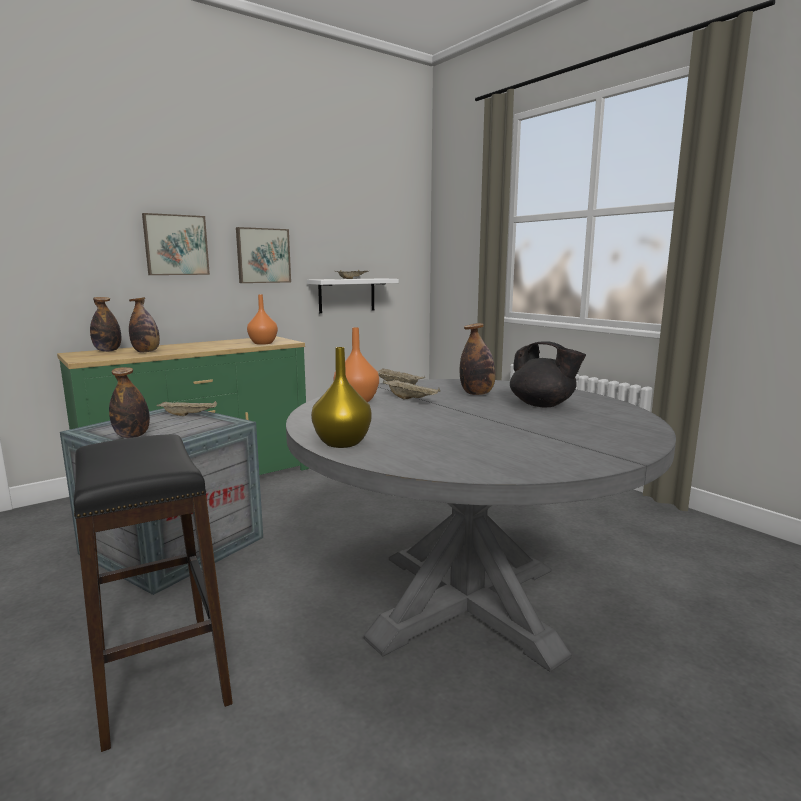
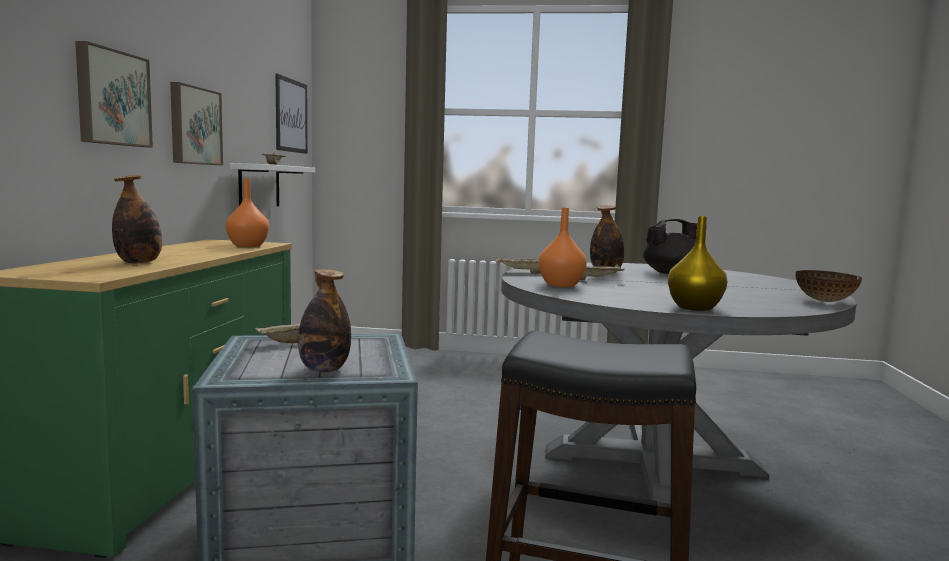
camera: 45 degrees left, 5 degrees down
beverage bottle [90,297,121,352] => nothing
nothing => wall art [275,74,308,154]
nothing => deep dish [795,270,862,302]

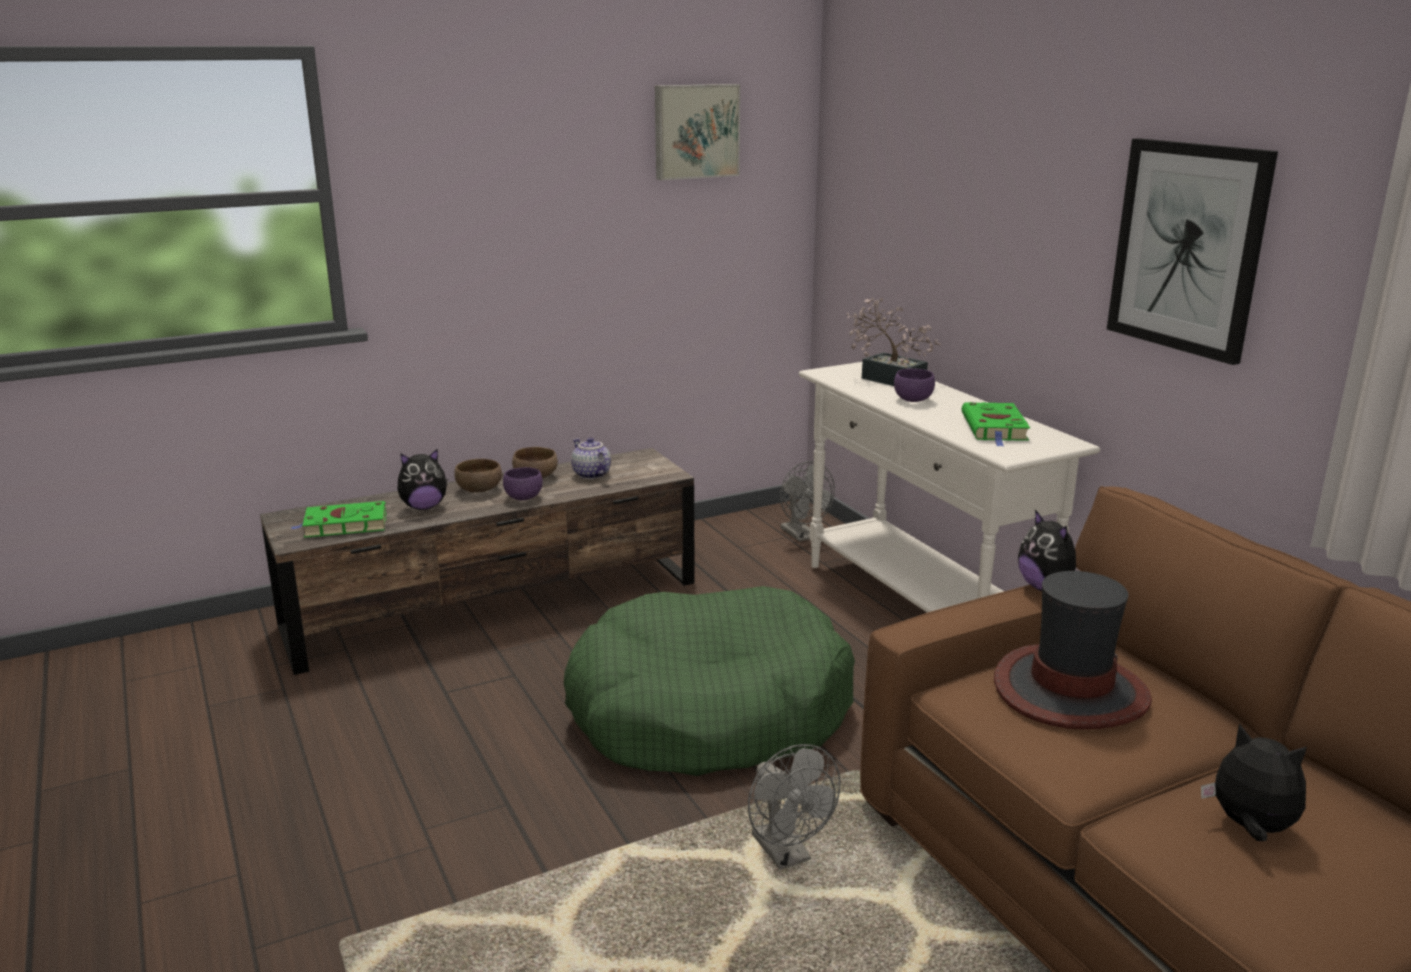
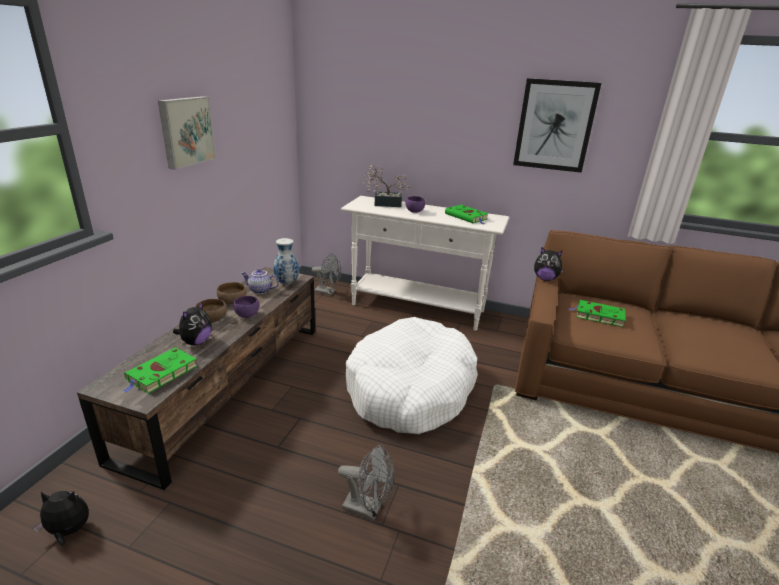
camera: 45 degrees left, 5 degrees up
nothing => flower vase [273,238,299,285]
wall art [655,84,740,180] => wall art [158,96,216,170], shifted
grey electric fan [748,744,841,870] => grey electric fan [338,445,394,520], shifted
soft toy [1201,723,1307,841] => soft toy [33,491,89,546], shifted
hat [994,571,1152,729] => greenish volume [568,300,626,327]
greenish dog cushion [564,586,855,776] => white dog cushion [346,317,478,434]

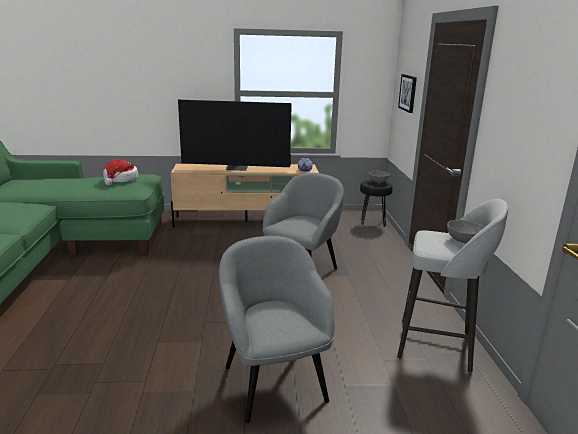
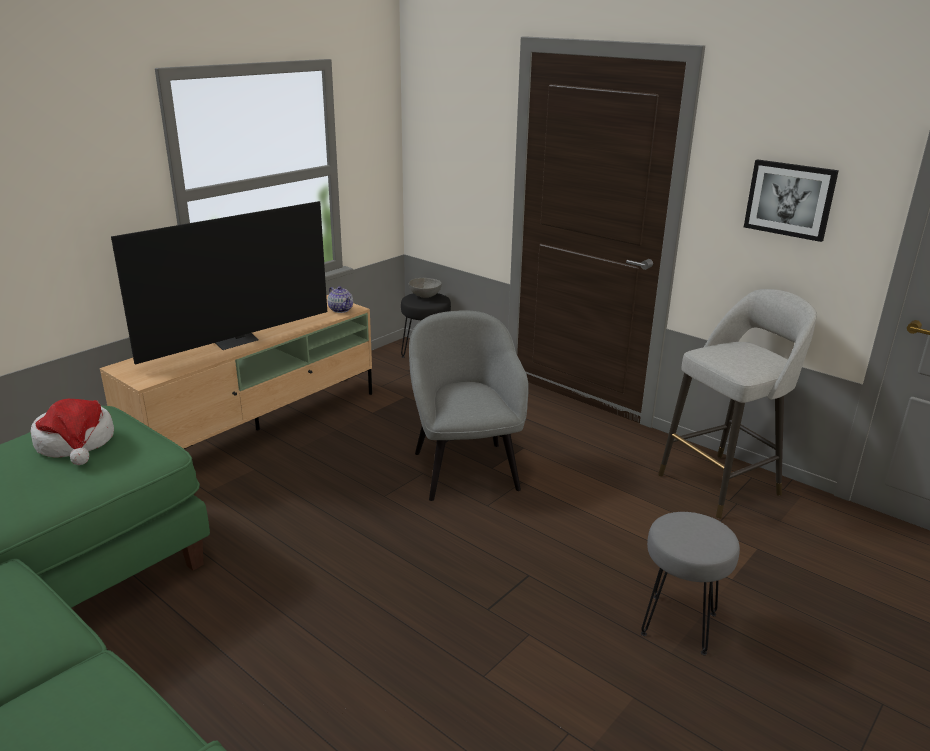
camera: 45 degrees left, 5 degrees up
grey deep dish [447,220,485,243] => nothing
wall art [398,74,417,113] => wall art [744,159,839,242], shifted
grey lounge chair [219,236,335,423] => grey sitting stool [641,512,740,655]

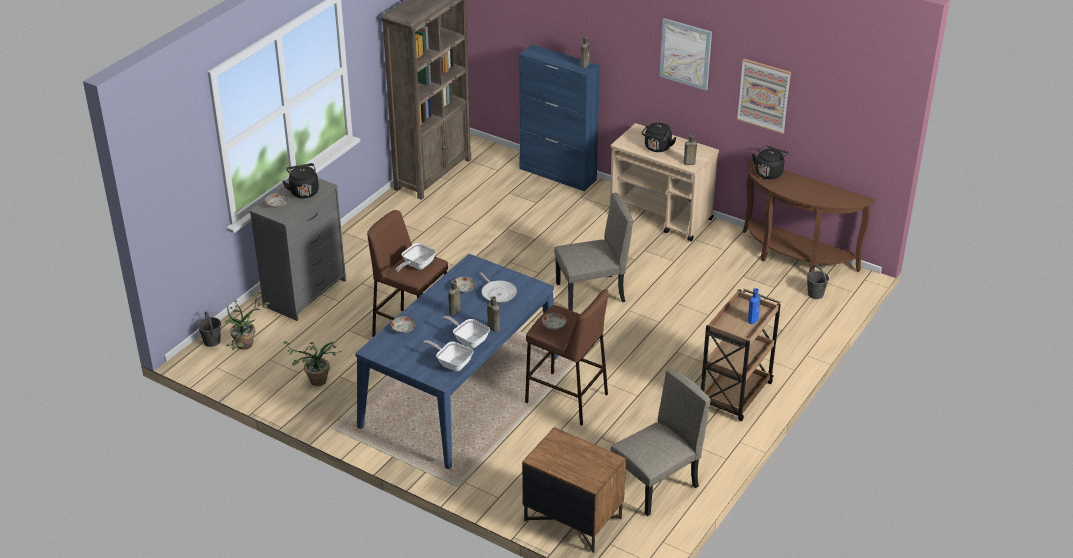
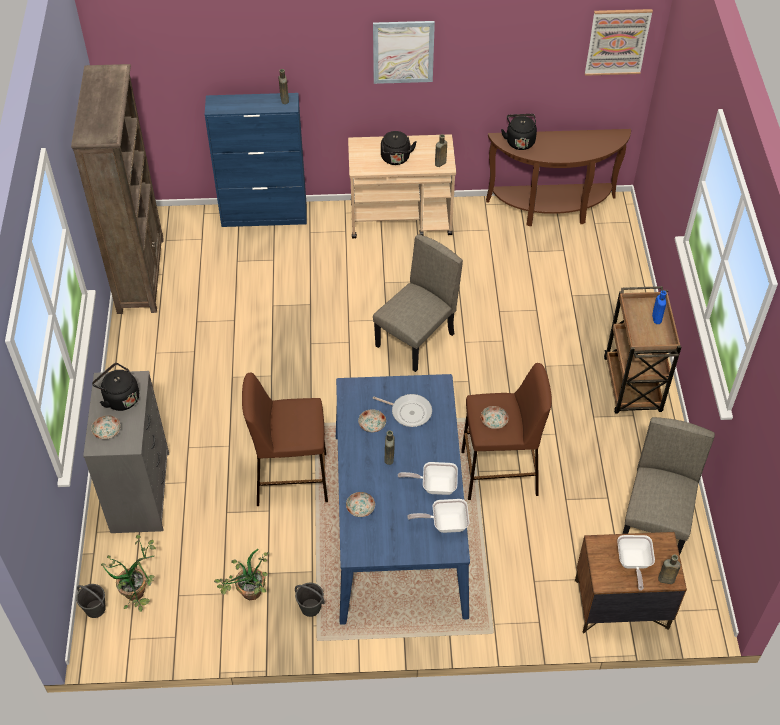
camera: 35 degrees left, 15 degrees up
pan [396,243,436,272] => pan [617,535,655,591], shifted
brownish beverage bottle [487,296,500,332] => brownish beverage bottle [658,554,681,584], shifted
wall art [737,59,791,134] => wall art [585,9,653,76], shifted
grey water bucket [807,265,829,299] => grey water bucket [295,582,325,617], shifted

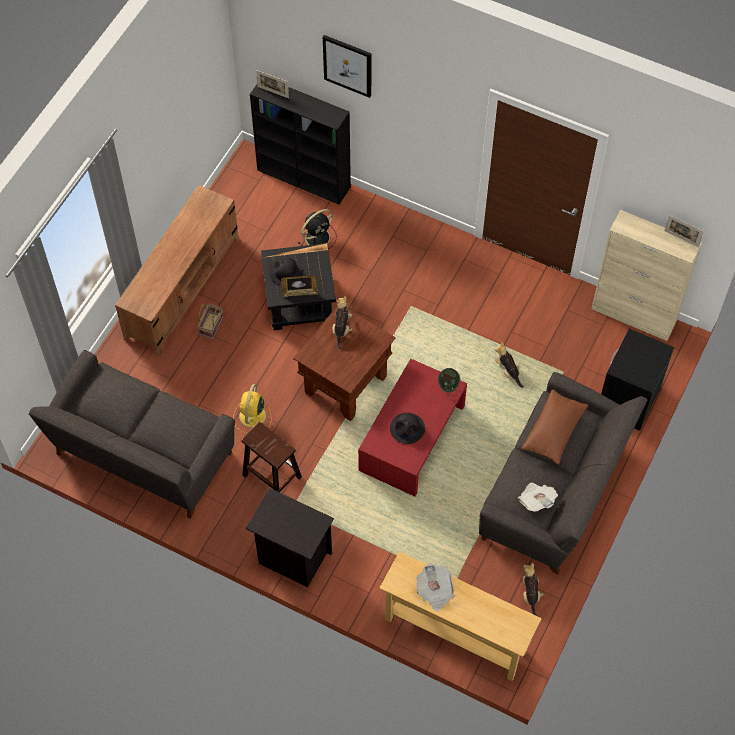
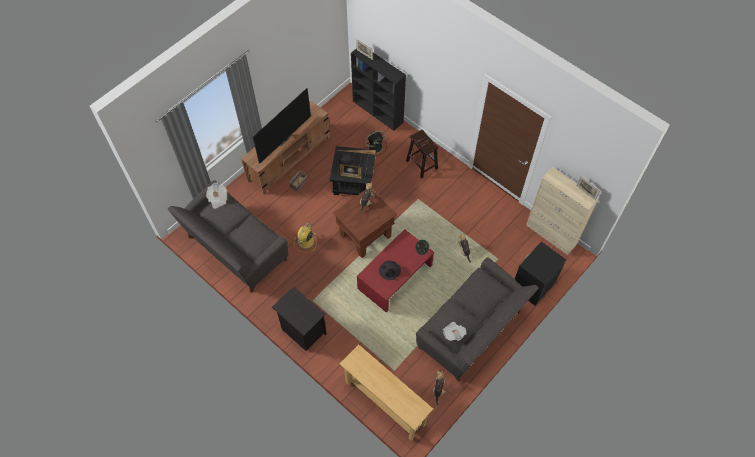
camera: 15 degrees right, 0 degrees up
wall art [323,35,371,98] => nothing
brownish pillow [522,389,588,465] => nothing
nothing => TV set [253,88,311,164]
brownish sitting stool [241,422,302,492] => brownish sitting stool [406,130,438,179], shifted
newspaper [416,564,454,611] => newspaper [206,183,227,209], shifted

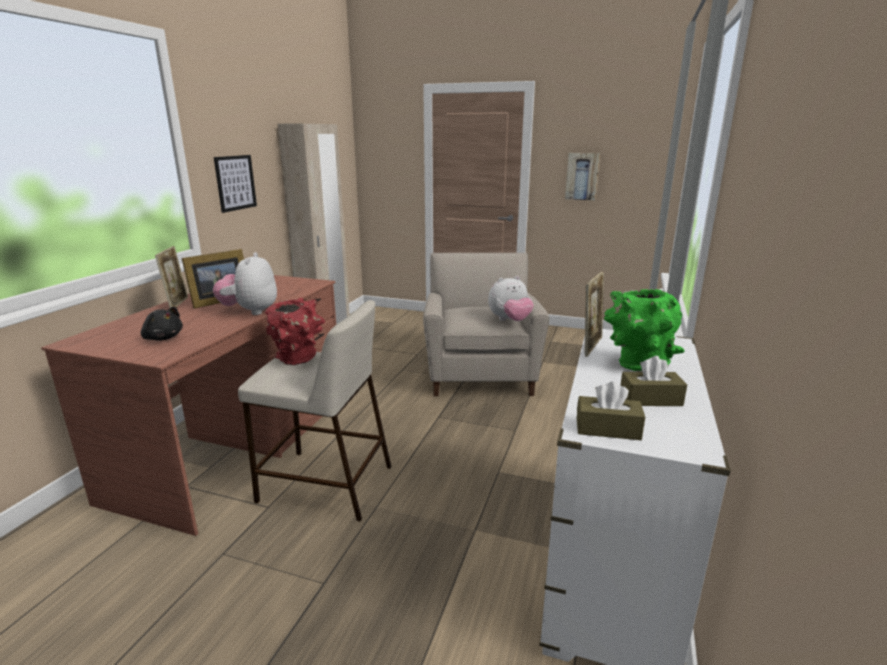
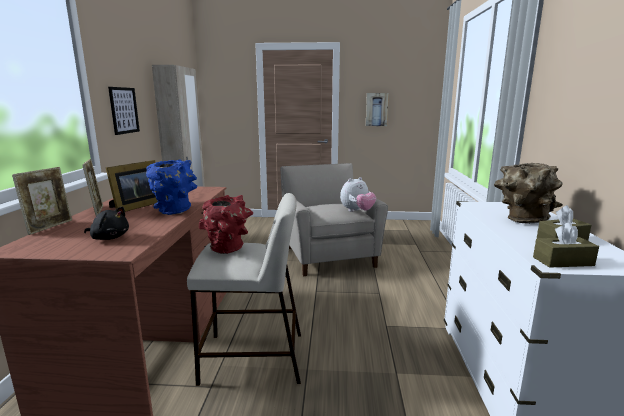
camera: 15 degrees left, 5 degrees down
standing frame [585,272,604,357] => standing frame [12,167,72,235], shifted
soft toy [213,252,277,315] => blue flower vase [146,159,197,215]
greenish flower vase [604,289,685,372] => brownish flower vase [494,163,563,224]

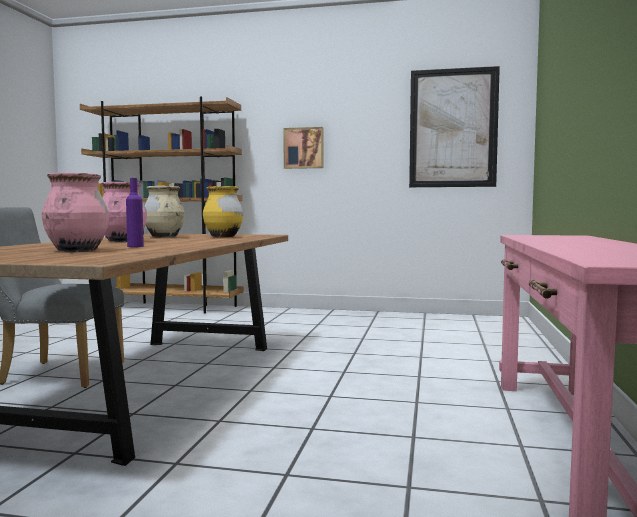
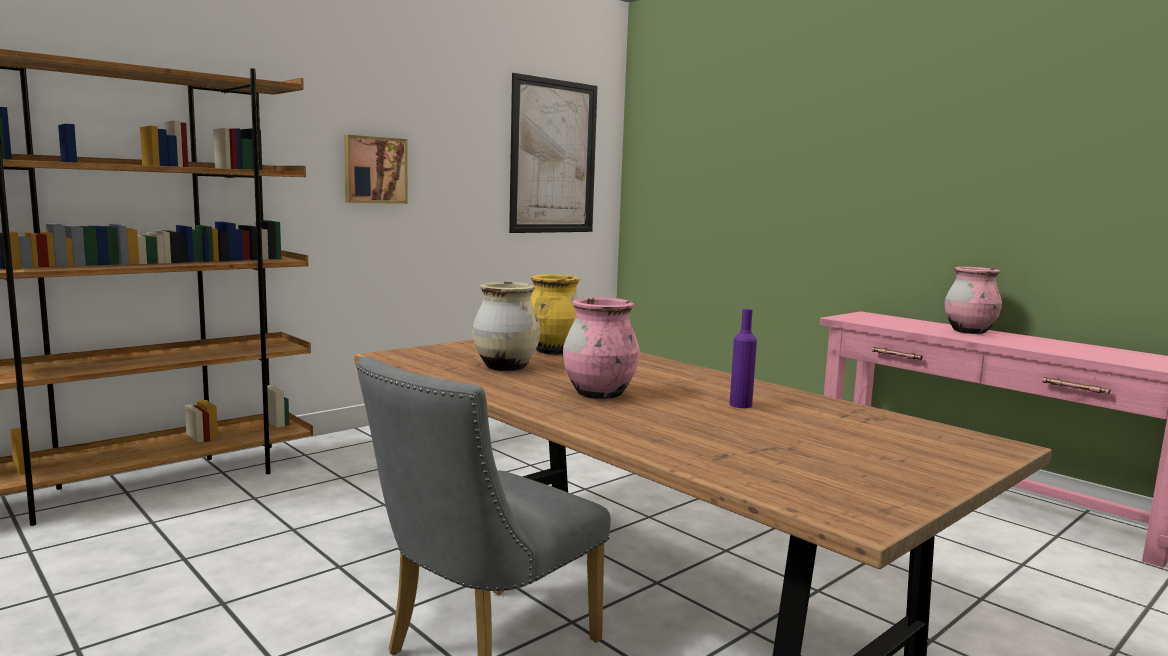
camera: 55 degrees left, 5 degrees up
pink-coloured flower vase [42,173,109,252] => pink-coloured flower vase [945,267,1002,334], shifted

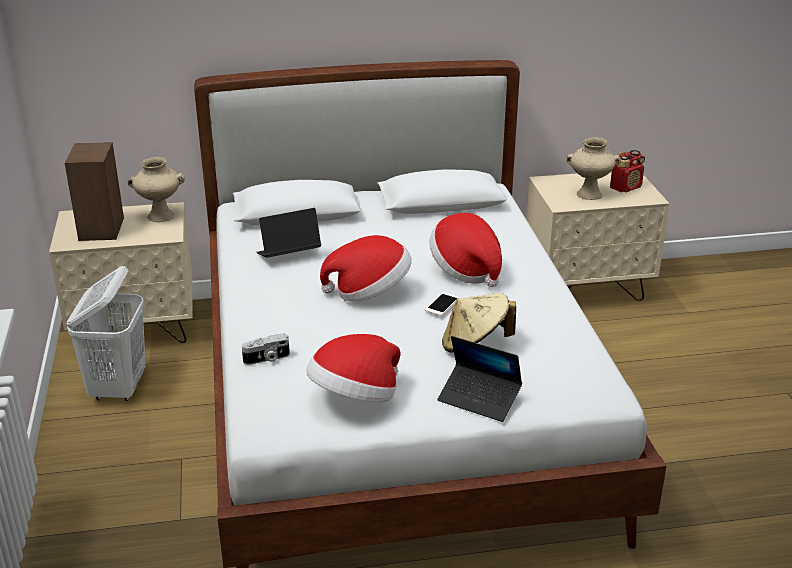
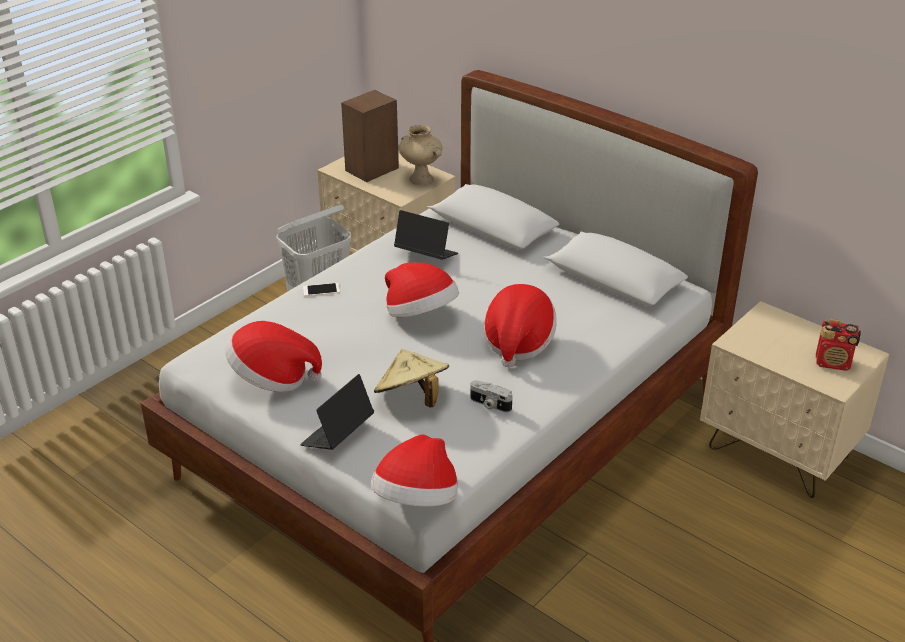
camera: 50 degrees right, 5 degrees up
beige flower vase [566,137,621,200] => nothing
nothing => hat [371,435,458,506]
still camera [242,334,290,365] => still camera [470,380,513,412], shifted
handset [425,292,459,316] => handset [303,283,340,296], shifted
portable computer [437,336,522,422] => portable computer [300,374,374,450], 45 degrees clockwise

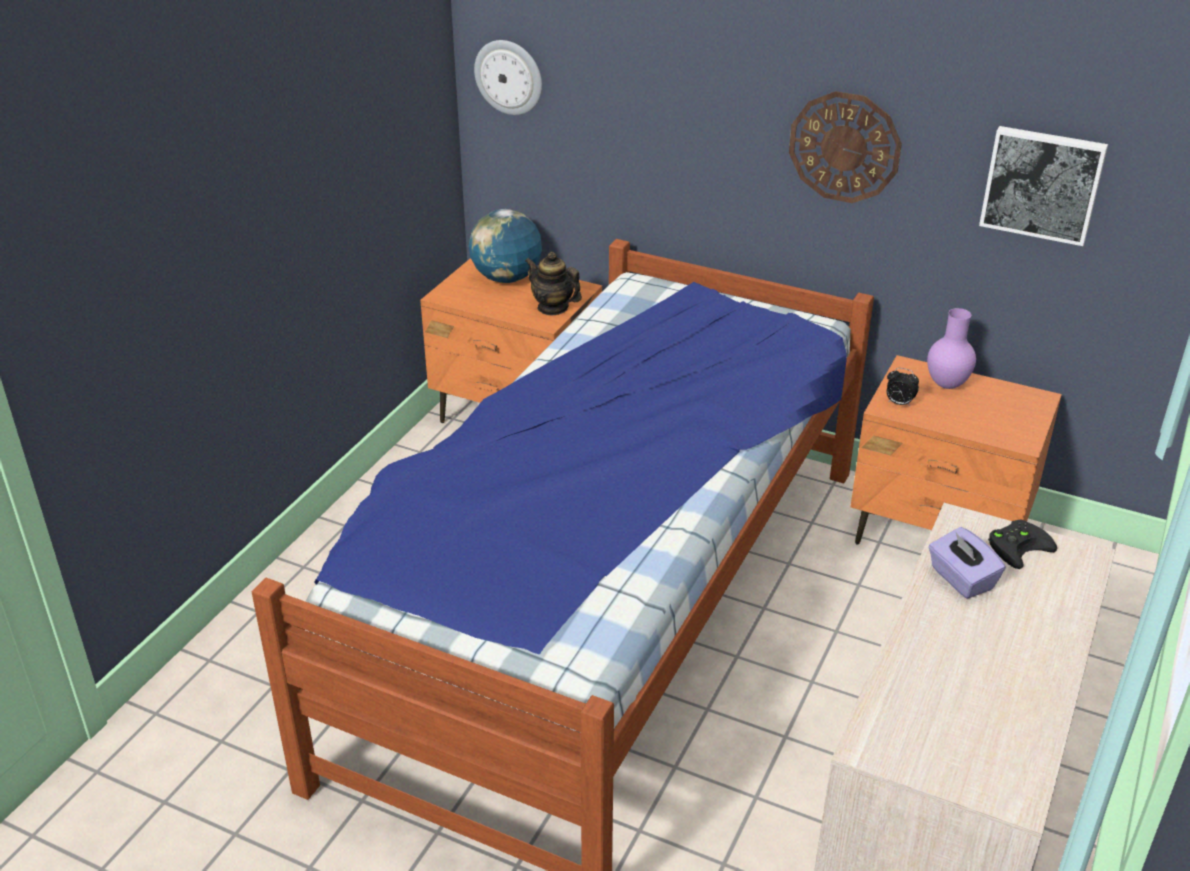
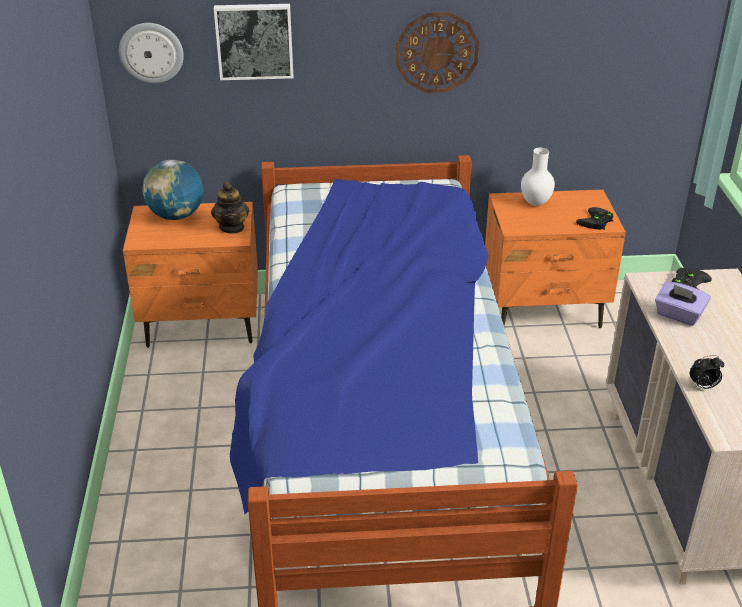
camera: 30 degrees left, 0 degrees up
nothing => blackish game controller [576,207,613,230]
alarm clock [887,368,919,406] => alarm clock [690,355,724,389], shifted
wall art [979,126,1108,246] => wall art [214,4,293,80], shifted
purple-coloured flower vase [927,308,976,389] => white flower vase [521,148,555,206]
pot for tea [525,252,582,315] => pot for tea [211,182,249,234], 105 degrees counterclockwise

